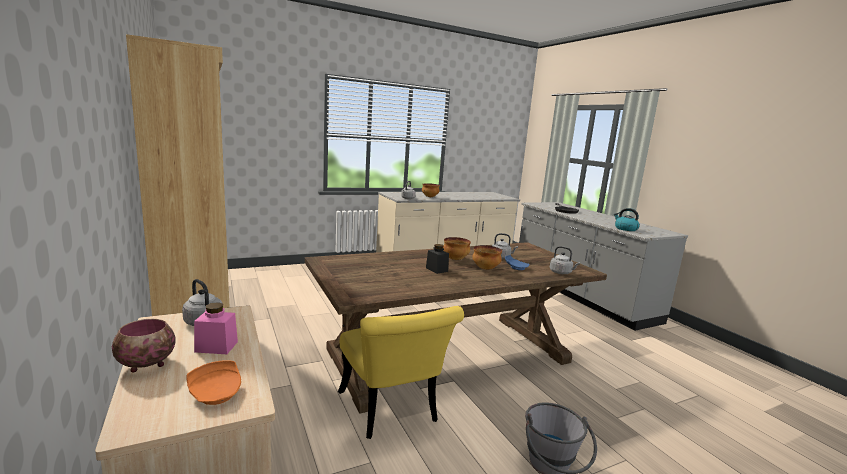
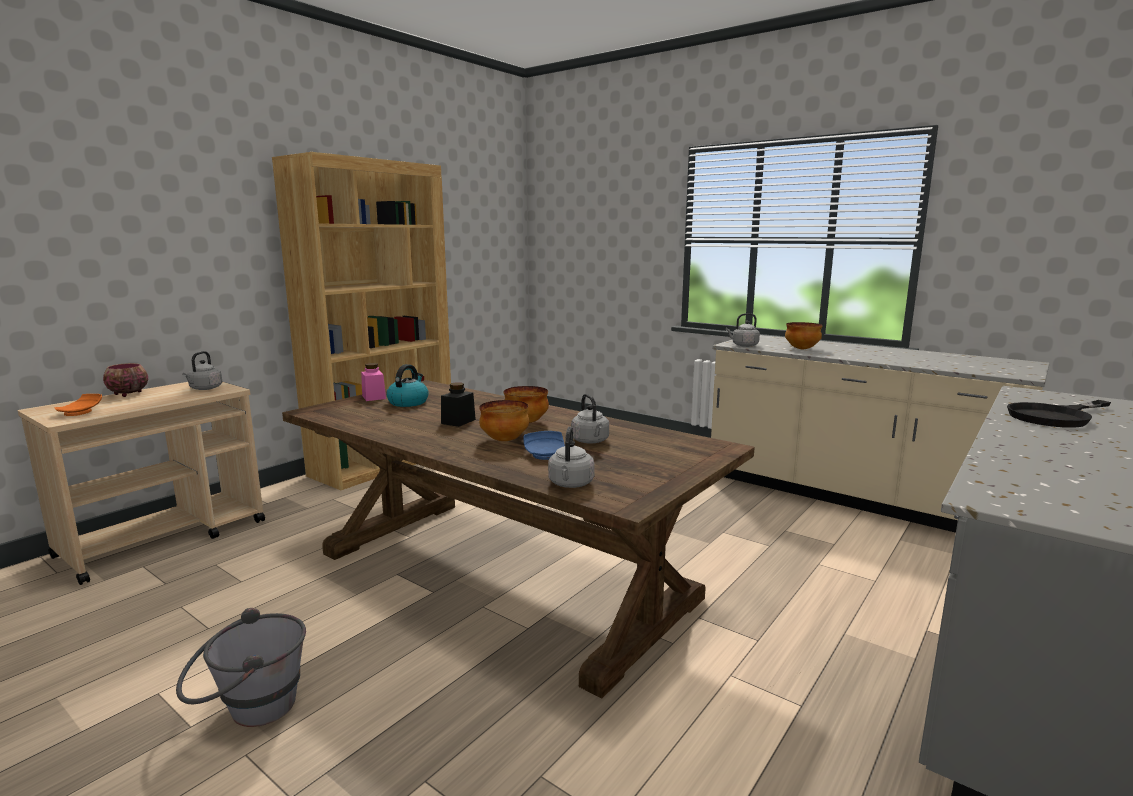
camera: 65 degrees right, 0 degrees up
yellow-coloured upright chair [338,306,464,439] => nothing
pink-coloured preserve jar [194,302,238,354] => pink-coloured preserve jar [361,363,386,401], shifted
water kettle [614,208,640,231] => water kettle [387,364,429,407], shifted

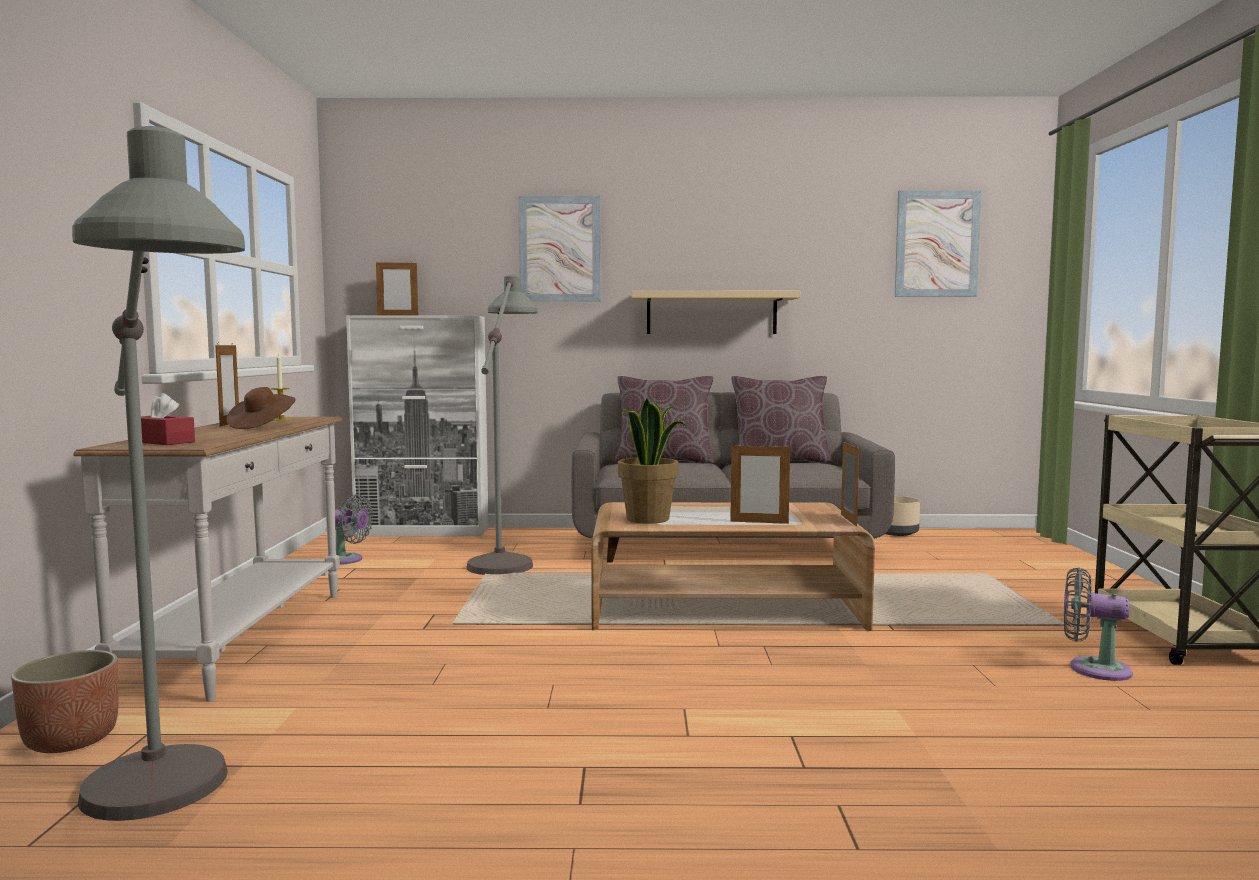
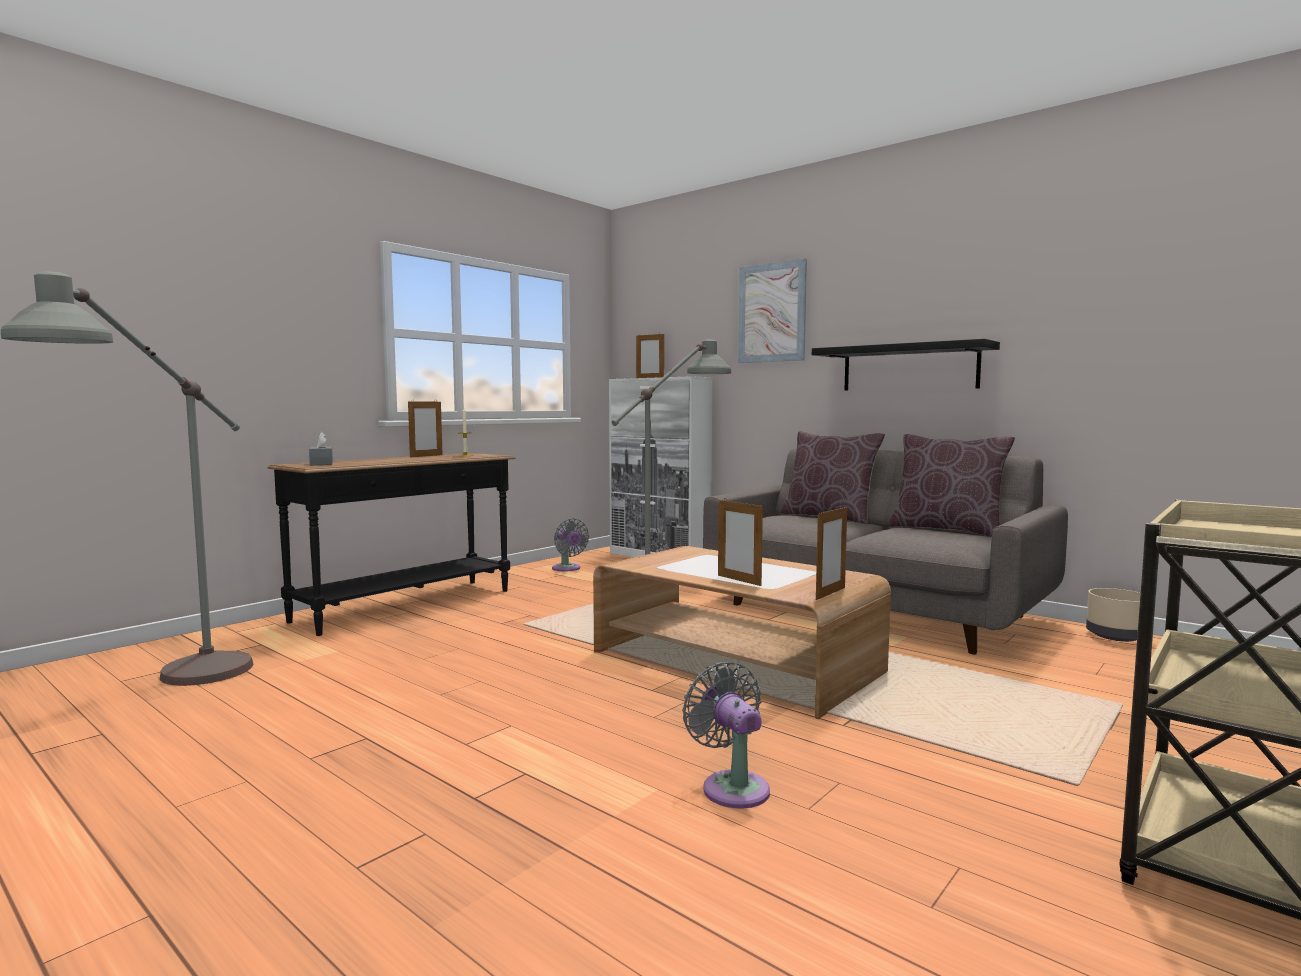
camera: 40 degrees right, 0 degrees up
planter [11,650,119,753] => nothing
brownish hat [226,387,296,429] => nothing
potted plant [618,399,686,524] => nothing
wall art [895,190,982,297] => nothing
grey electric fan [1064,568,1133,681] => grey electric fan [682,662,770,809], shifted
white narrow table [73,417,344,702] => blackish narrow table [267,453,516,636]
red-coloured tissue holder [141,393,195,445] => grey tissue holder [309,432,333,465]
beige wall shelf [632,291,800,334] => blackish wall shelf [812,339,1000,391]

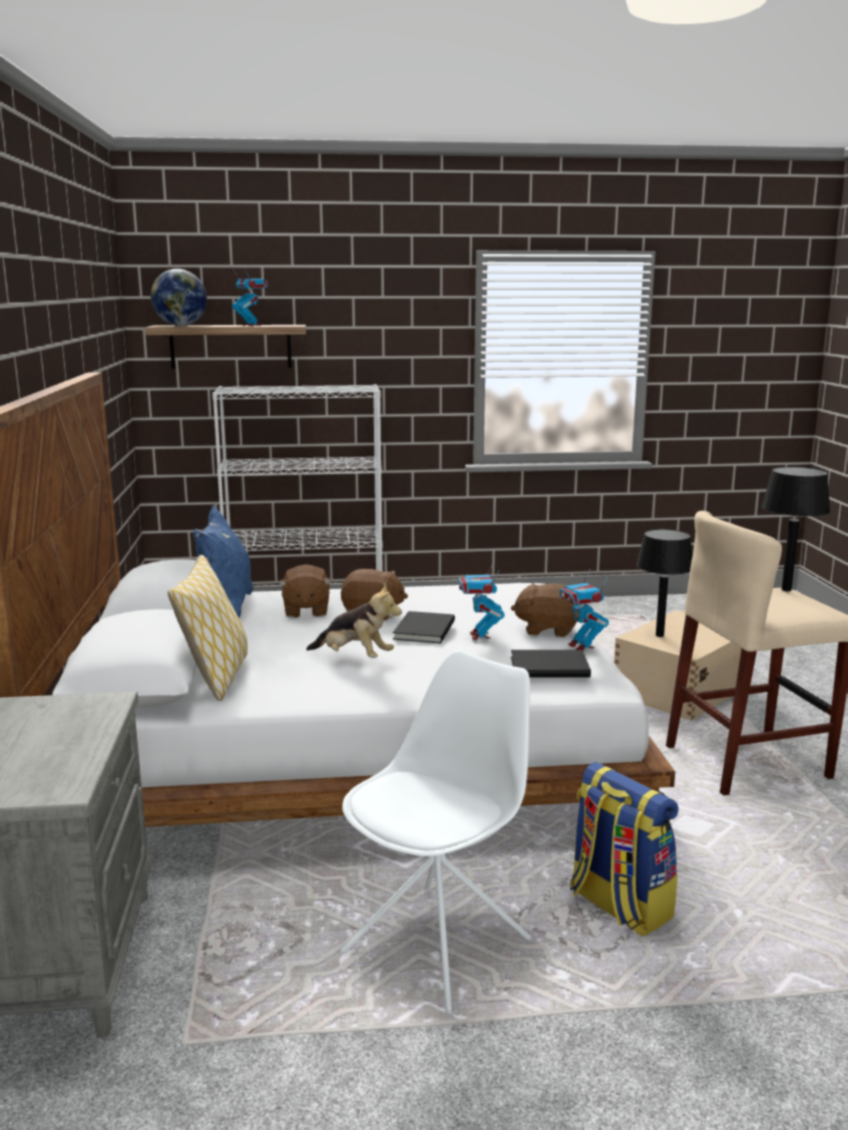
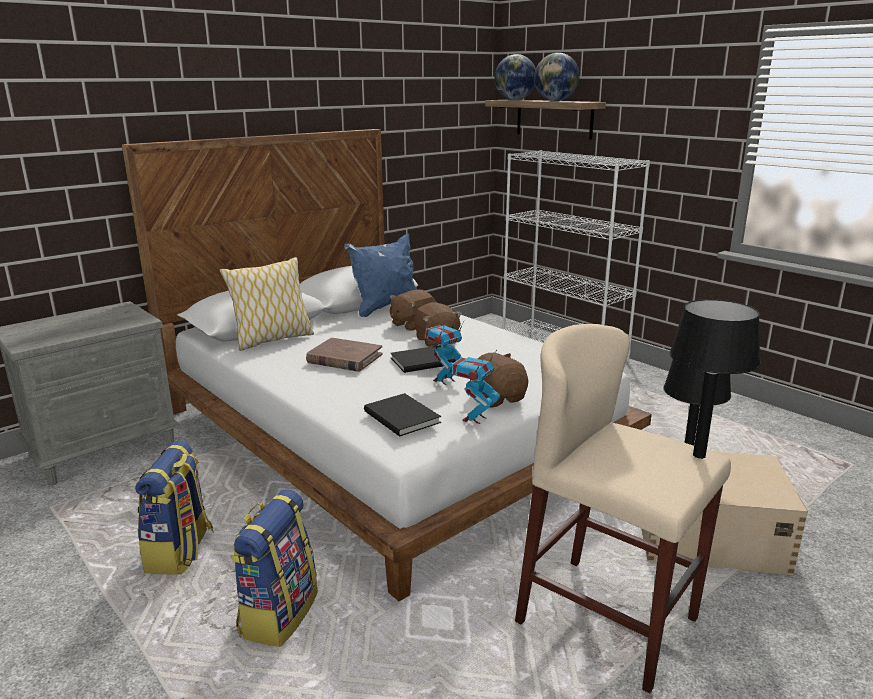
camera: 55 degrees right, 5 degrees up
robot figure [232,269,267,326] => globe [534,53,580,101]
soft toy [306,583,402,658] => brownish volume [306,338,383,372]
white upright chair [340,650,532,1014] => backpack [135,440,214,575]

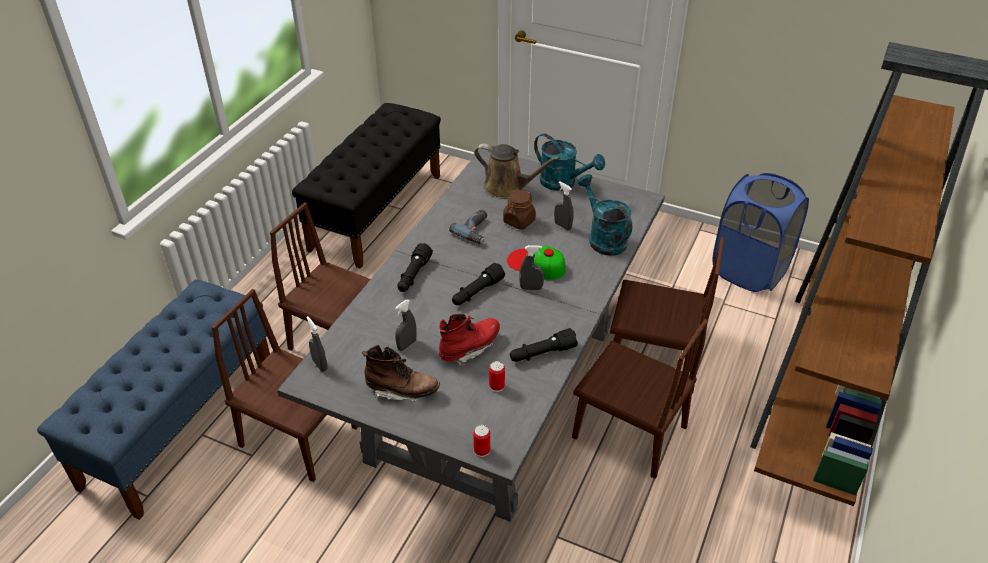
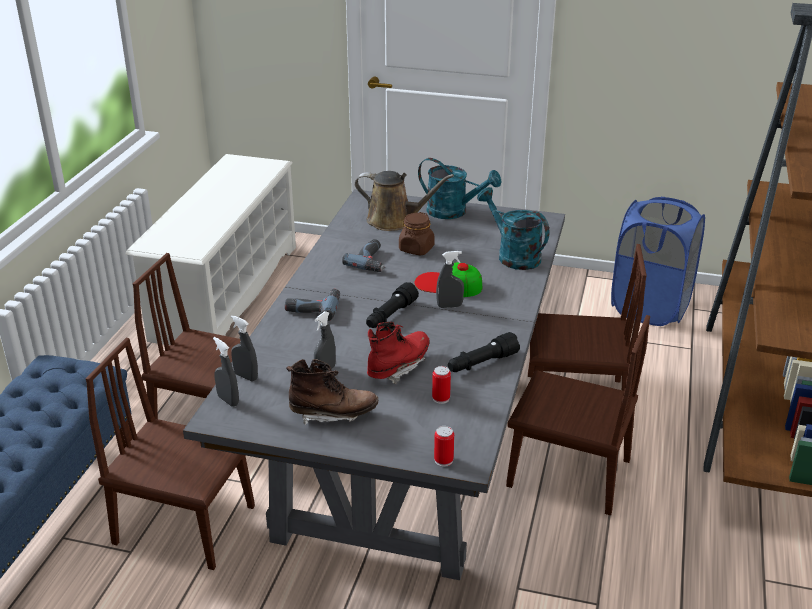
camera: 10 degrees left, 10 degrees down
grey spray bottle [554,181,574,230] => grey spray bottle [230,315,258,381], shifted
blackish bench [292,103,441,269] => white shoe rack [126,154,296,345]
blackish flashlight [398,243,433,292] => drill [285,289,340,321]

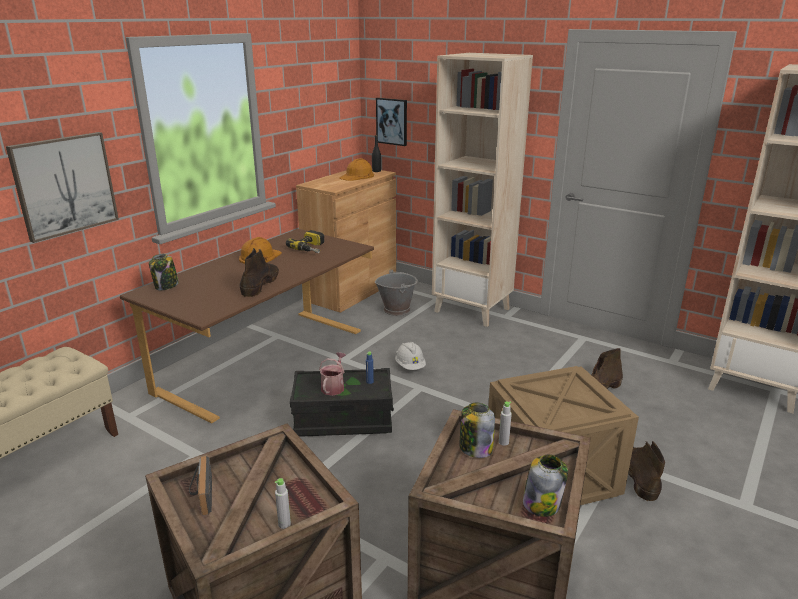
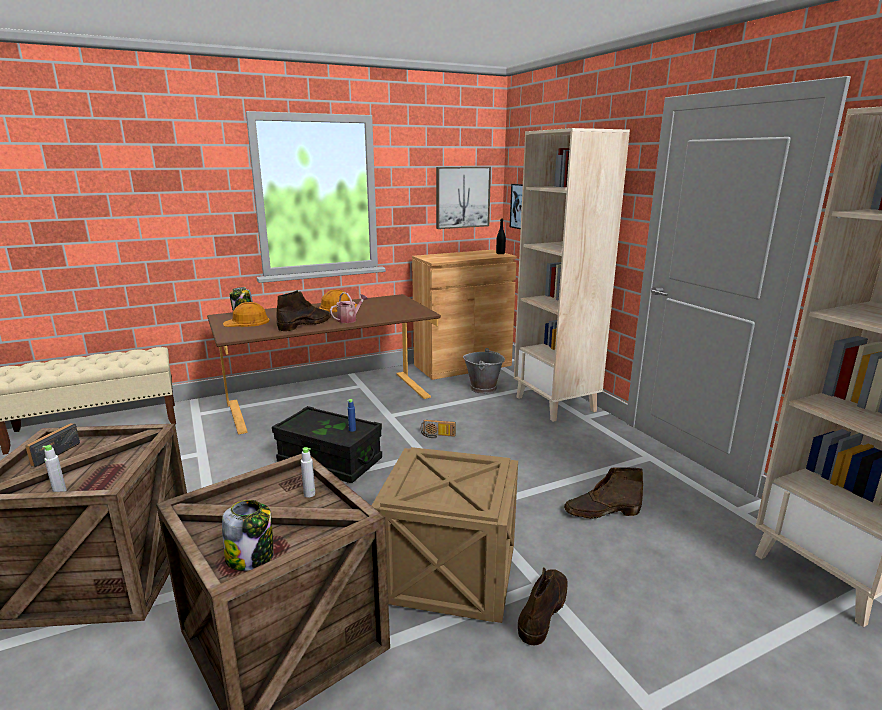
camera: 30 degrees right, 5 degrees down
drill [286,230,324,253] => nothing
preserve jar [459,403,495,458] => nothing
wall art [6,132,119,243] => wall art [436,167,491,229], shifted
watering pot [319,352,346,396] => watering pot [330,292,368,323], shifted
orange hard hat [339,158,374,181] => orange hard hat [223,302,270,327], shifted
white hard hat [395,342,426,370] => radio [421,420,456,438]

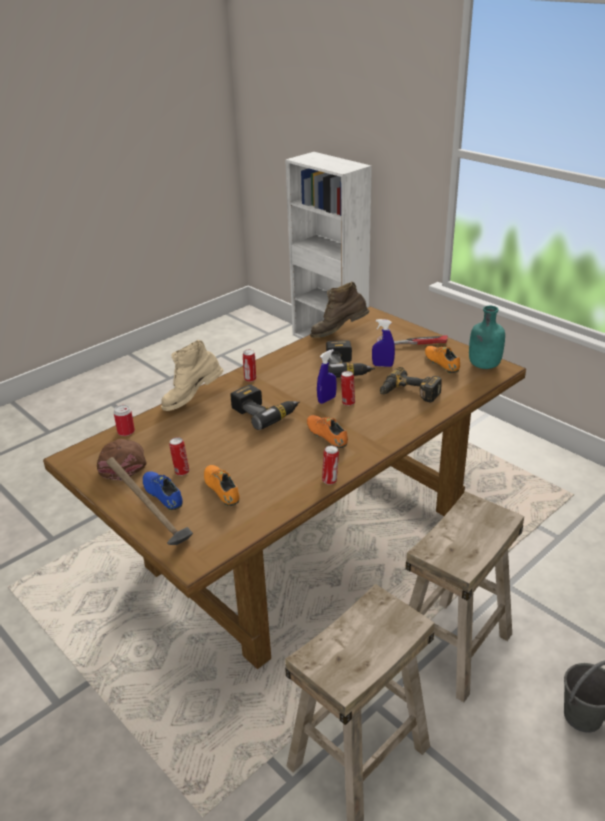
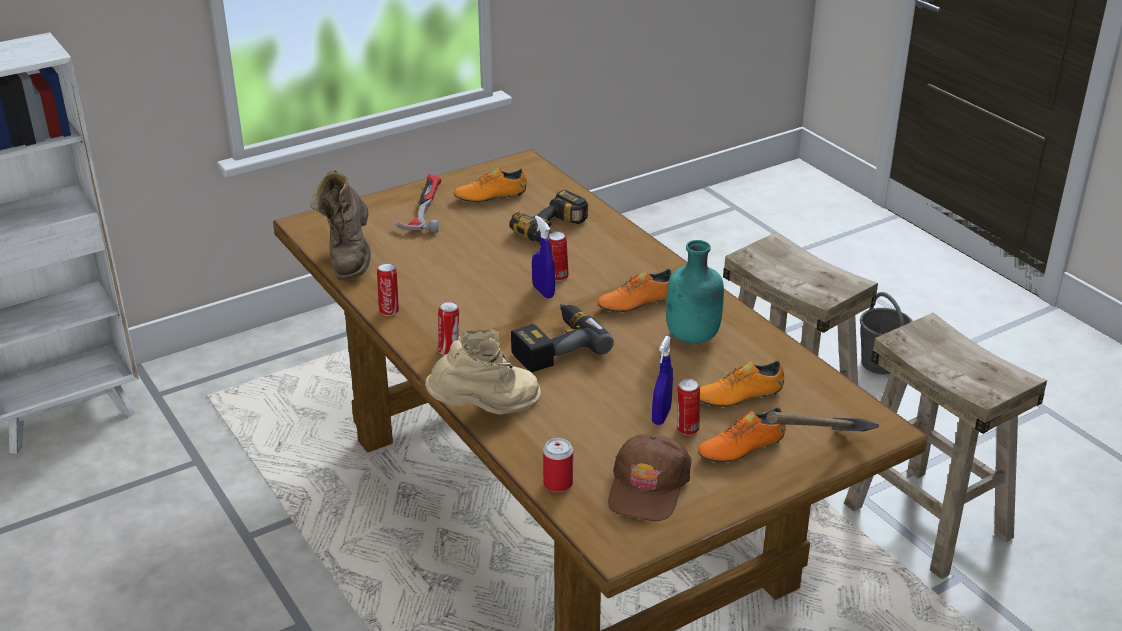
camera: 80 degrees left, 0 degrees up
drill [326,340,375,378] => nothing
can [322,446,339,485] => can [377,263,399,316], shifted
blue spray bottle [372,319,395,367] => blue spray bottle [652,336,673,425], shifted
blue-green beverage bottle [469,306,505,369] => blue-green beverage bottle [666,240,724,343], shifted
blue item of footwear [143,471,183,511] => orange item of footwear [698,407,786,463]
brownish baseball cap [97,439,147,481] => brownish baseball cap [608,434,691,521], 75 degrees counterclockwise
beige tall boot [161,340,224,411] => beige tall boot [425,329,541,415], 90 degrees counterclockwise

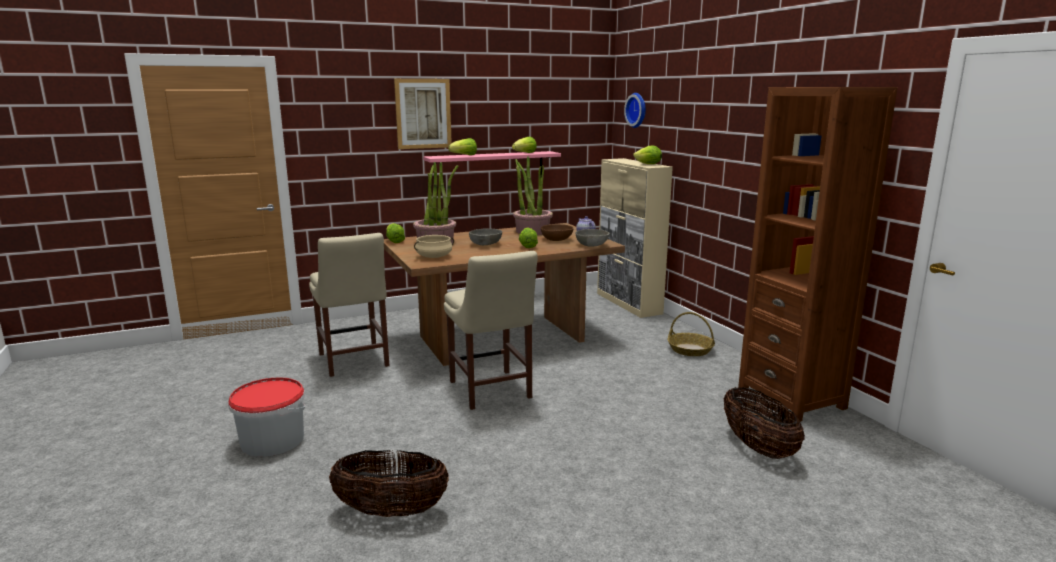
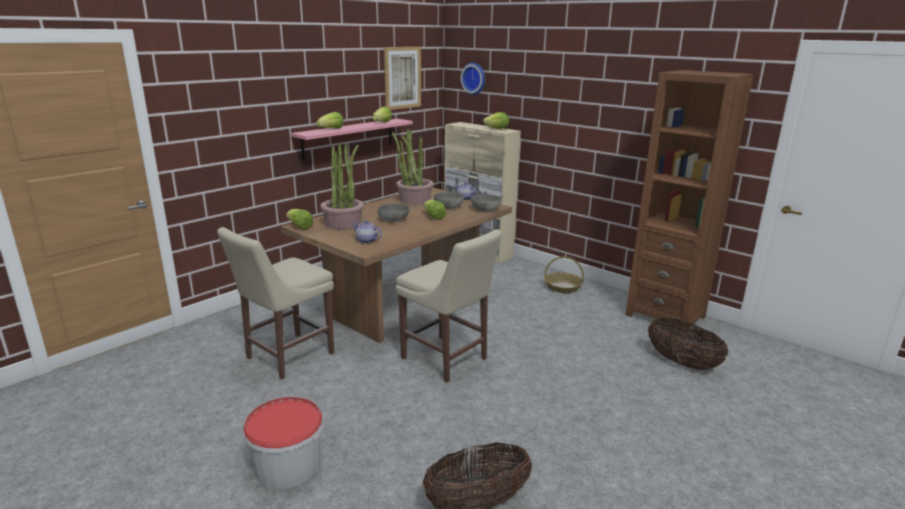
camera: 25 degrees left, 5 degrees up
wall art [394,79,452,149] => wall art [384,47,421,110], shifted
beige stockpot [414,235,454,258] => pot for tea [352,220,382,243]
brownish deep dish [541,224,574,241] => grey deep dish [434,192,464,209]
beige upright chair [309,233,389,377] => beige upright chair [217,227,334,380], 90 degrees clockwise

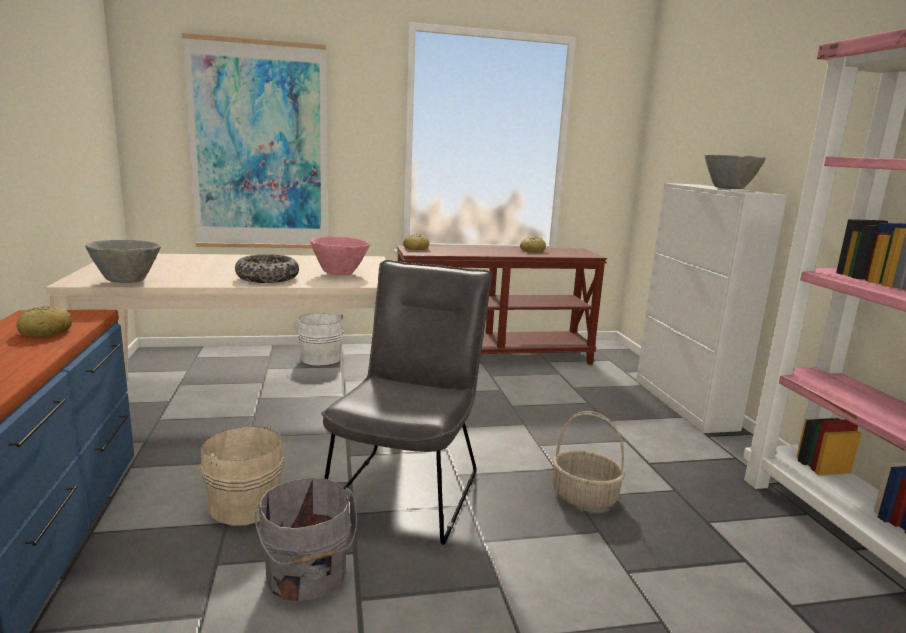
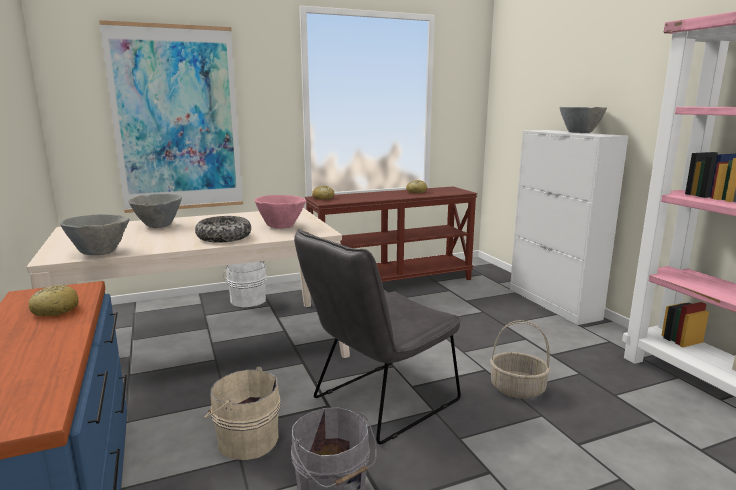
camera: 10 degrees left, 0 degrees up
nothing => grey deep dish [128,194,182,228]
grey upright chair [321,260,493,545] => grey upright chair [294,228,462,444], 135 degrees counterclockwise

